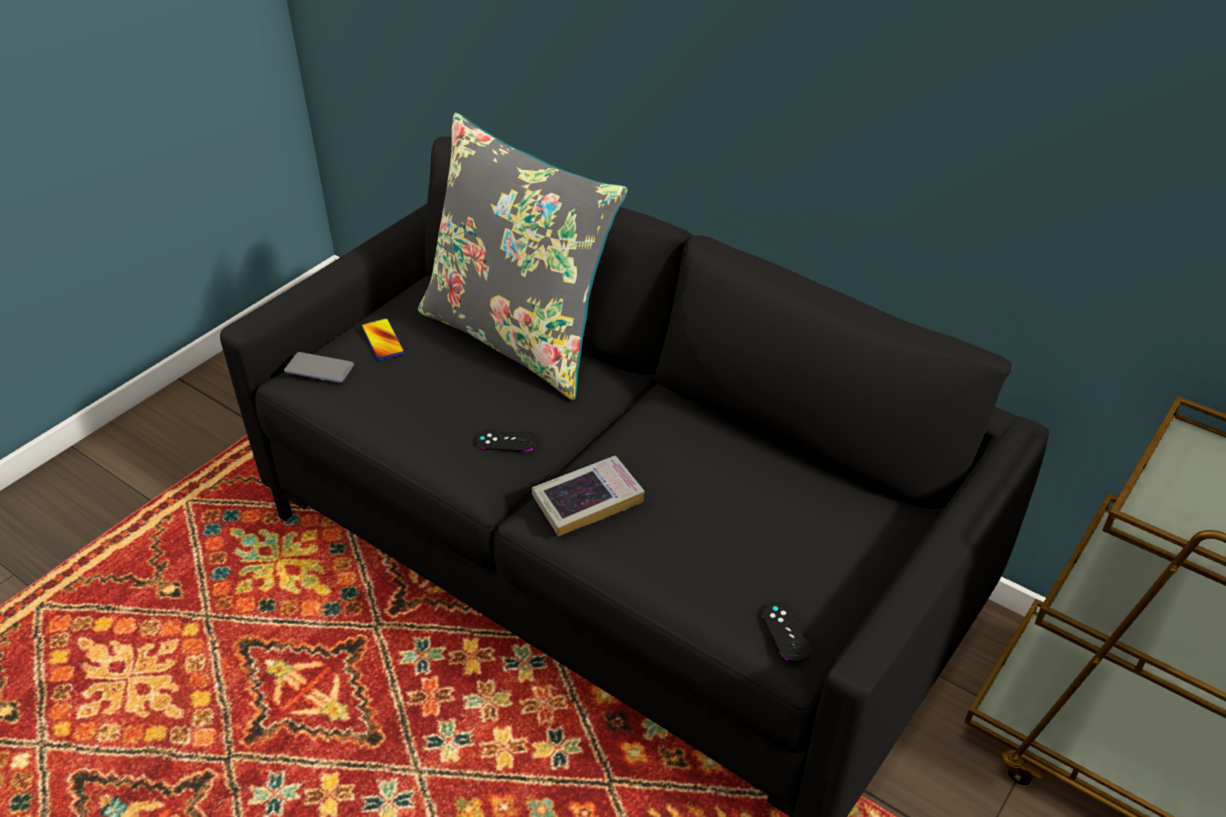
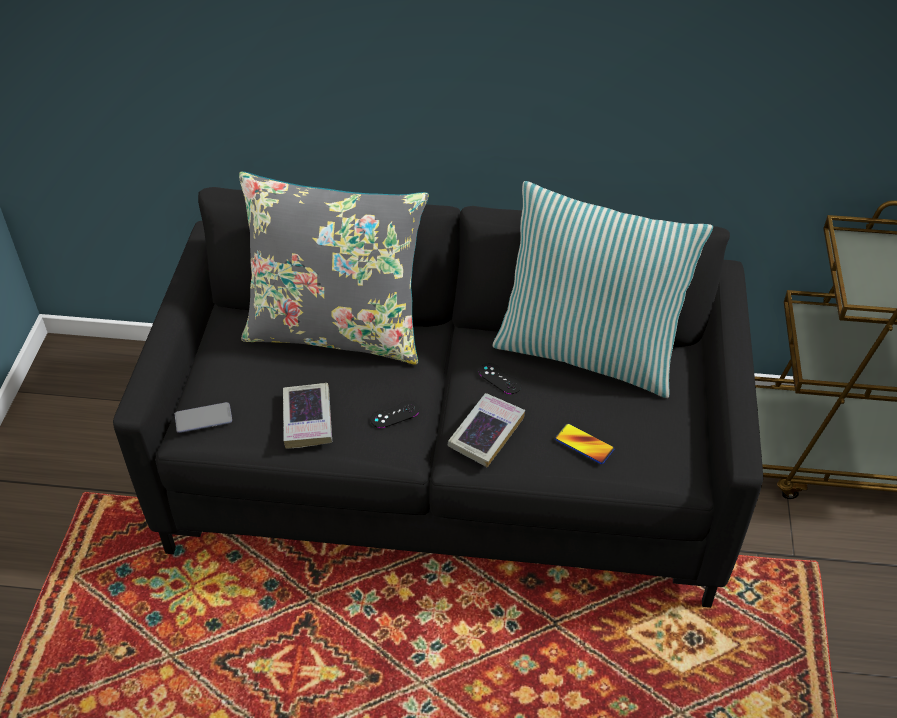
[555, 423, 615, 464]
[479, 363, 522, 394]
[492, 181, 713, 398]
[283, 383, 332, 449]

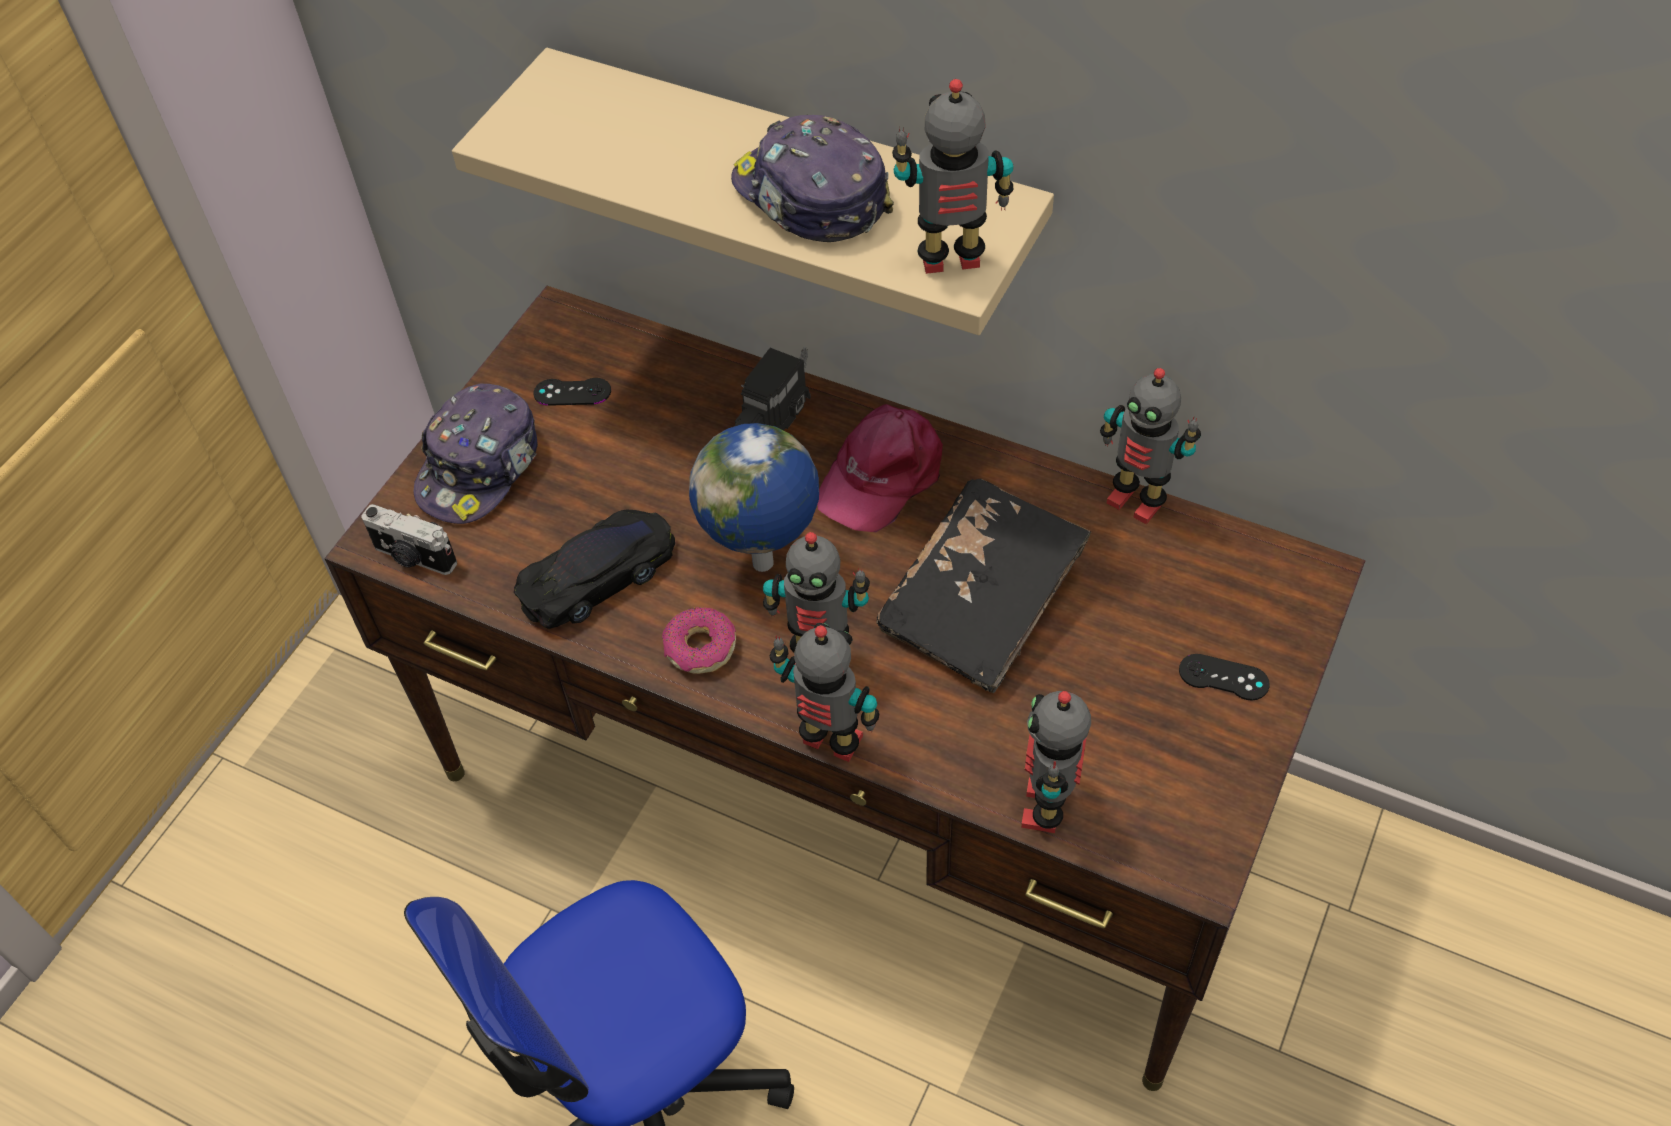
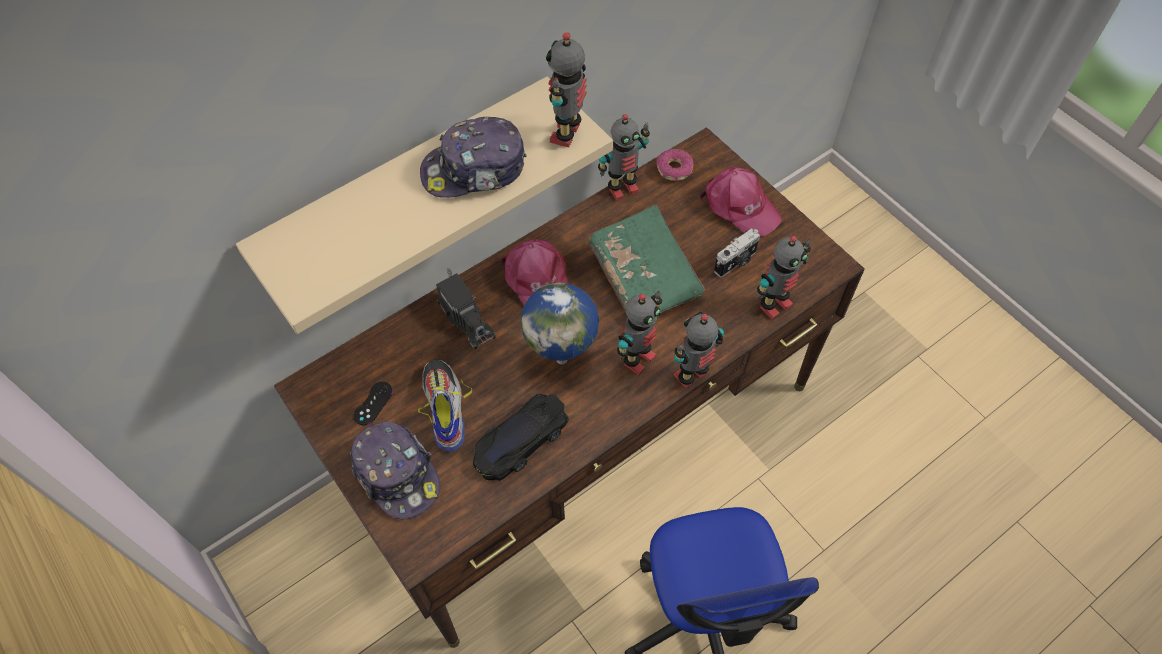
[588, 205, 705, 314]
[714, 228, 760, 277]
[473, 394, 569, 481]
[657, 149, 694, 181]
[700, 167, 782, 236]
[757, 236, 811, 319]
[418, 359, 472, 451]

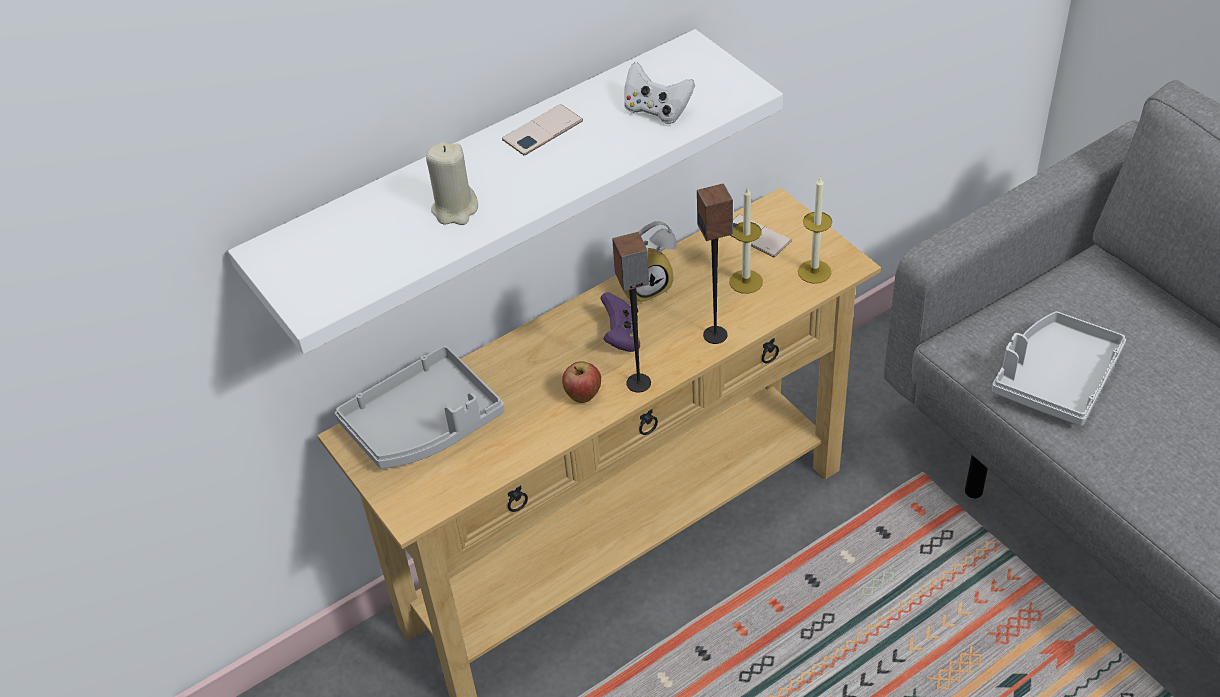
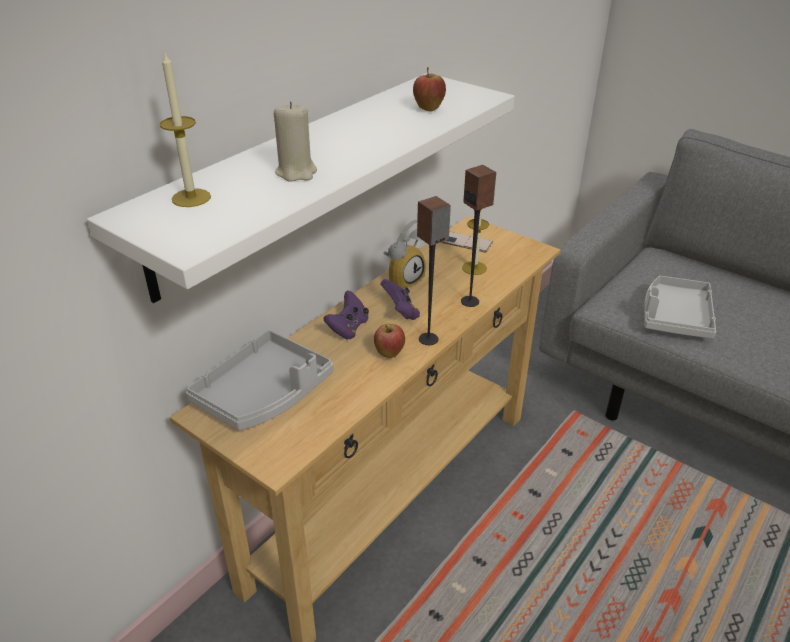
[413, 67, 446, 112]
[502, 104, 583, 155] (first image)
[160, 53, 211, 207]
[324, 291, 369, 340]

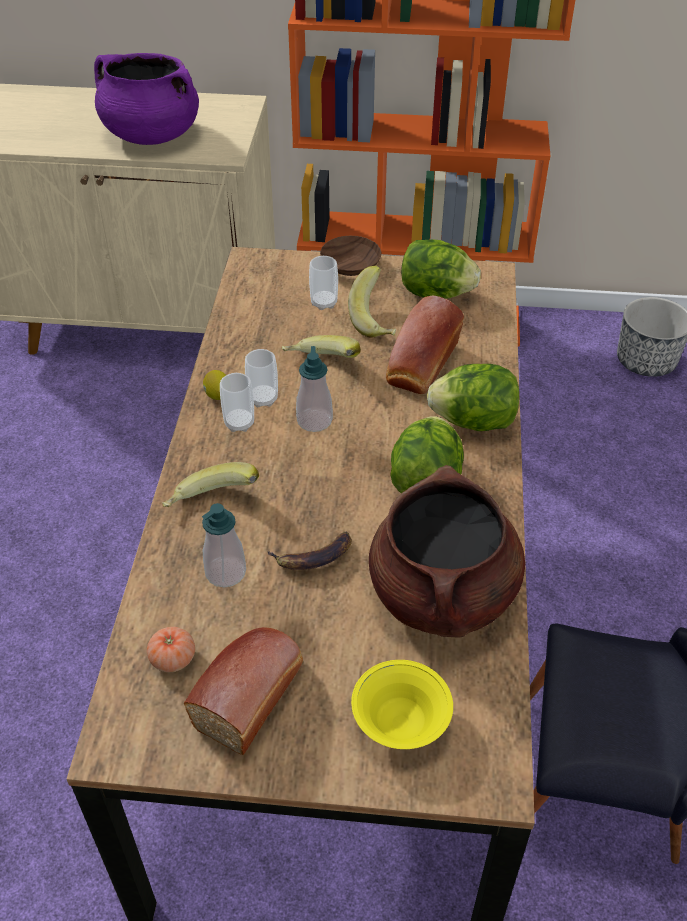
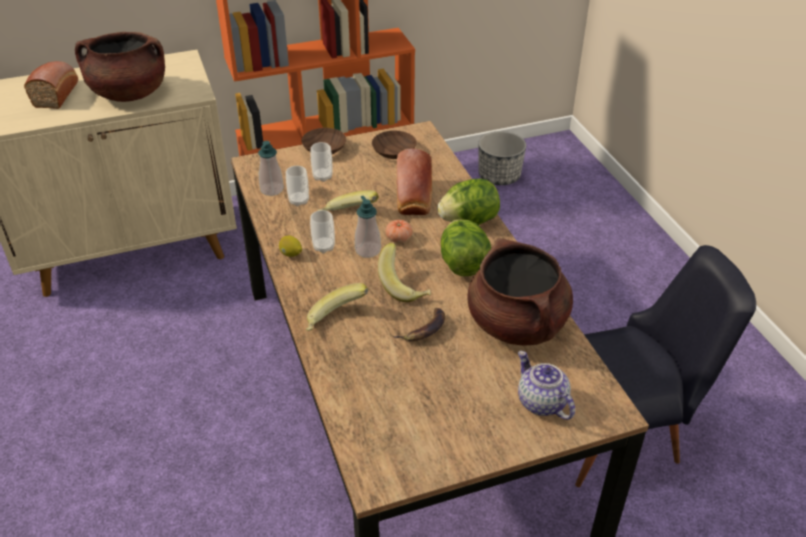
[75, 32, 165, 102]
[372, 131, 417, 159]
[378, 243, 431, 303]
[286, 166, 309, 207]
[258, 141, 284, 196]
[385, 220, 413, 243]
[24, 61, 78, 109]
[518, 351, 575, 420]

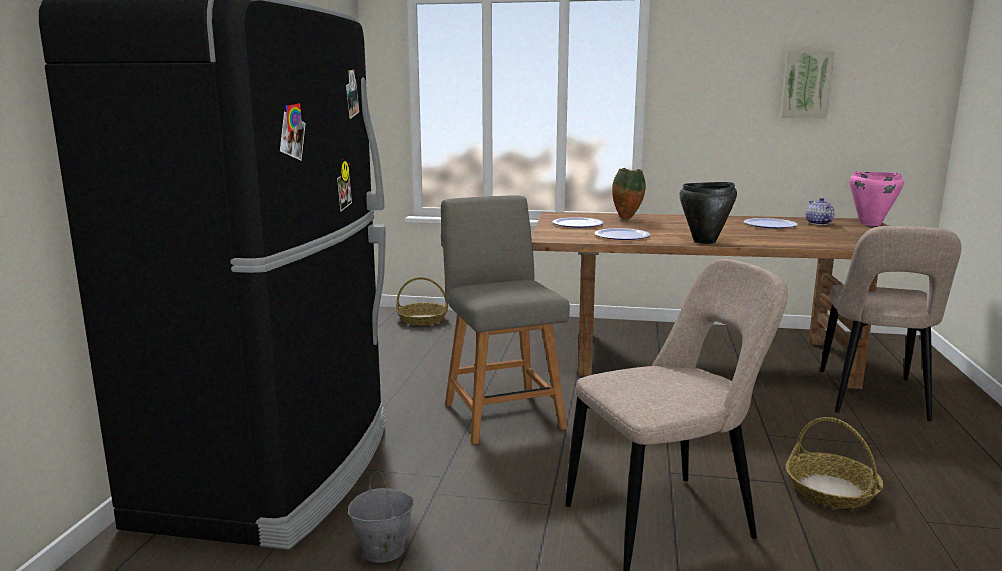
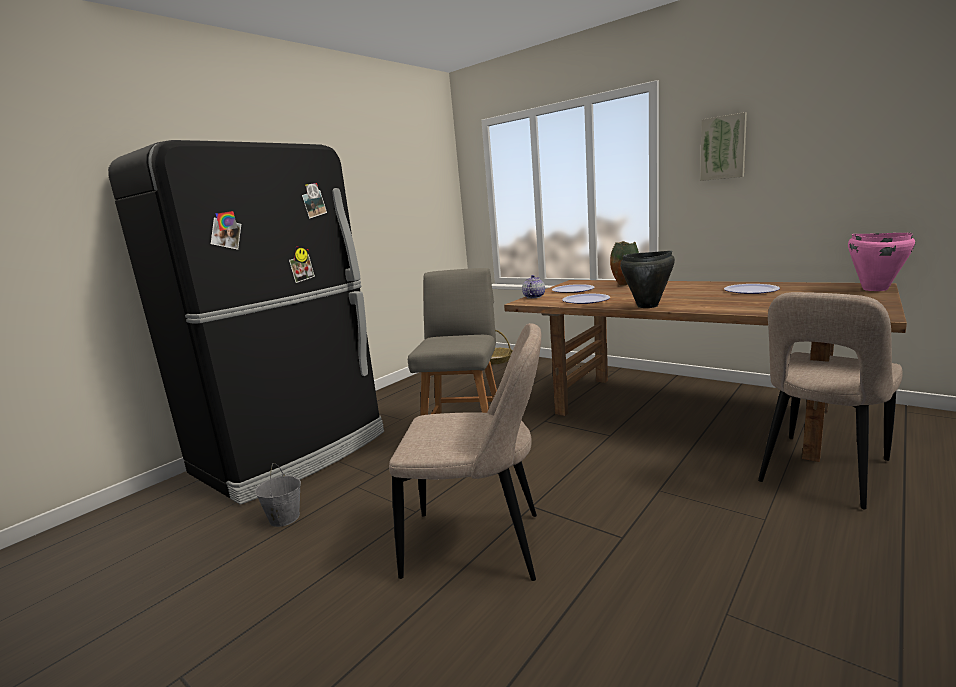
[700, 112, 747, 181]
[522, 275, 545, 298]
[786, 417, 883, 508] (first image)

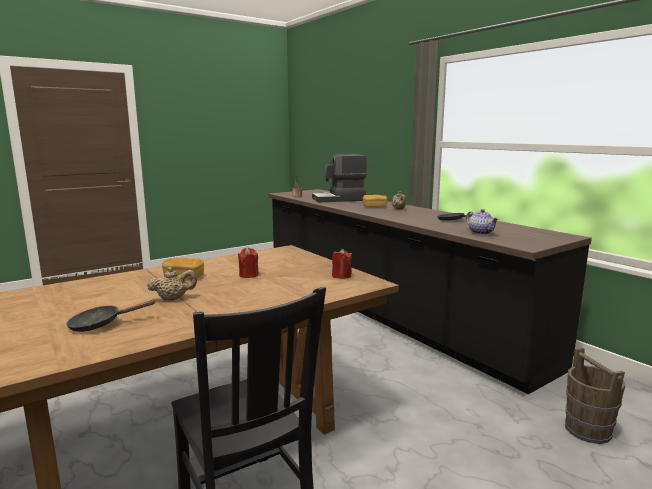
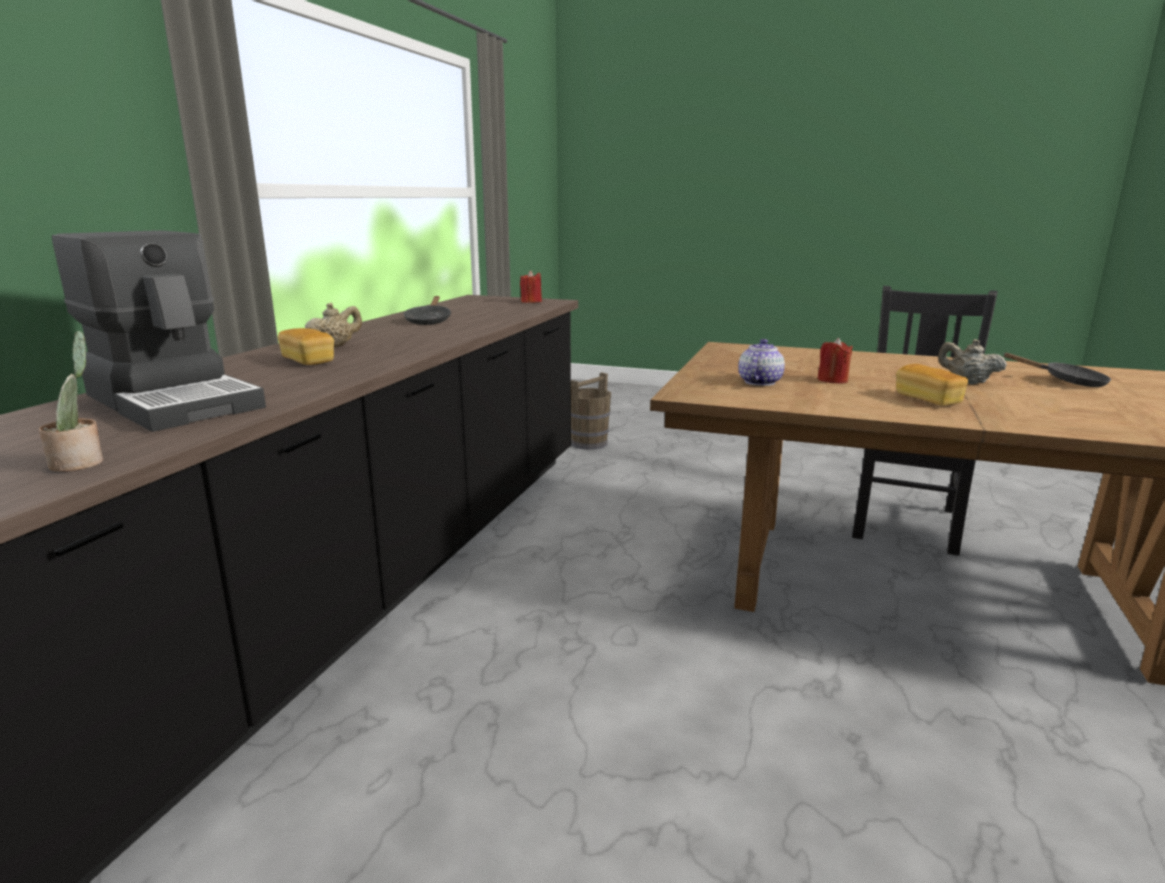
[738, 339, 785, 386]
[520, 271, 542, 303]

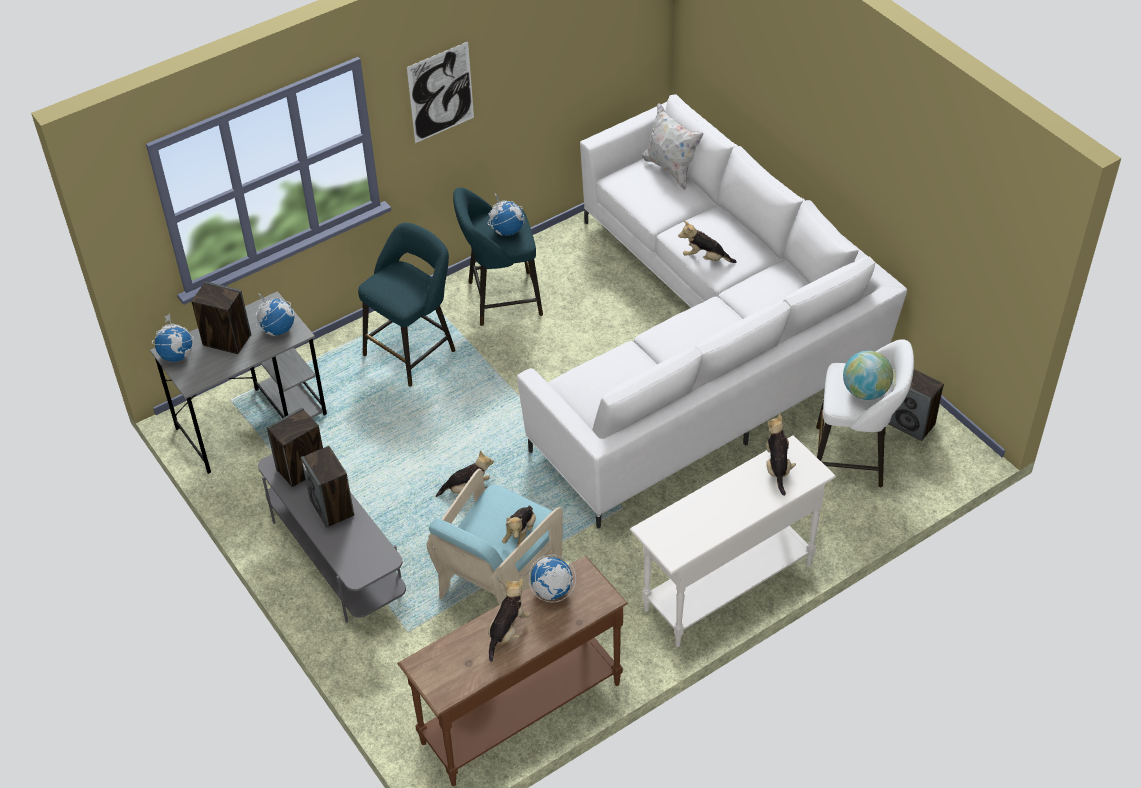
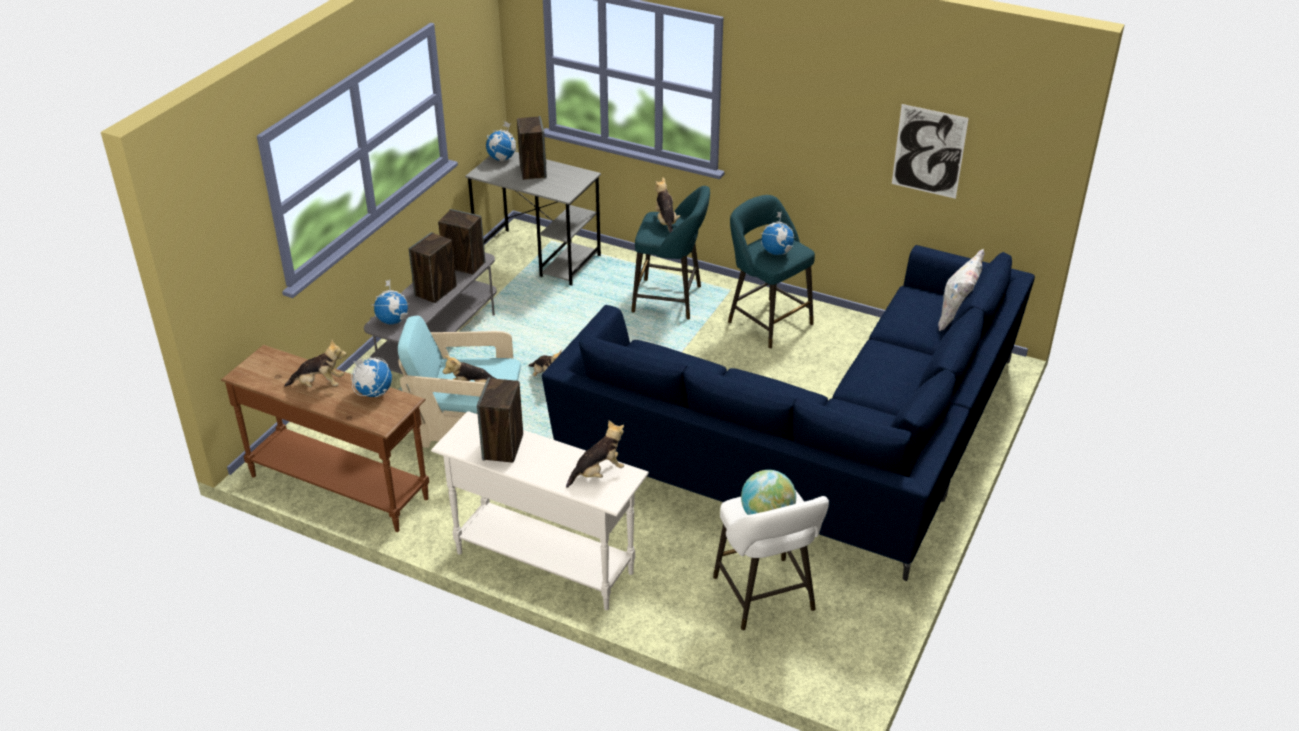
[892, 104, 969, 199]
[542, 245, 1035, 581]
[654, 177, 680, 233]
[372, 280, 410, 324]
[477, 377, 523, 463]

